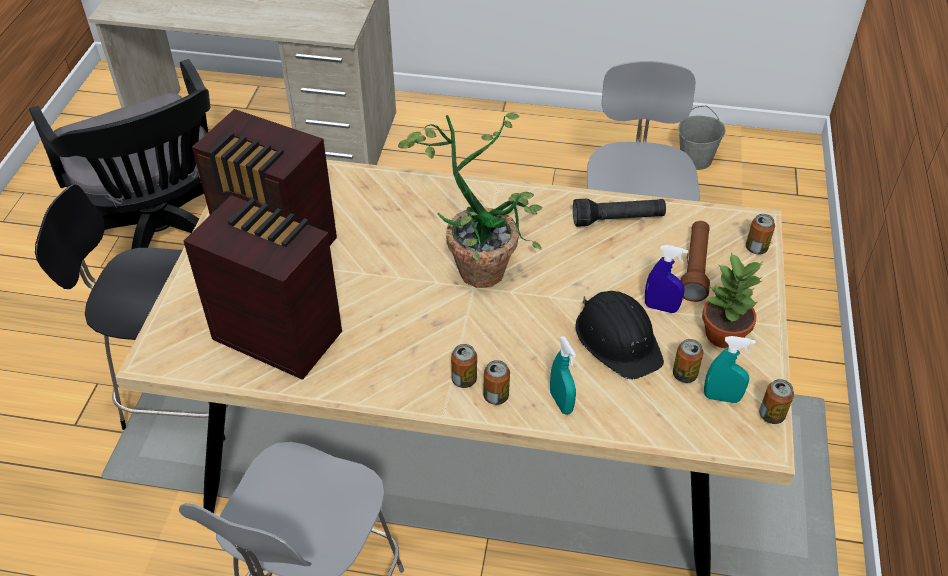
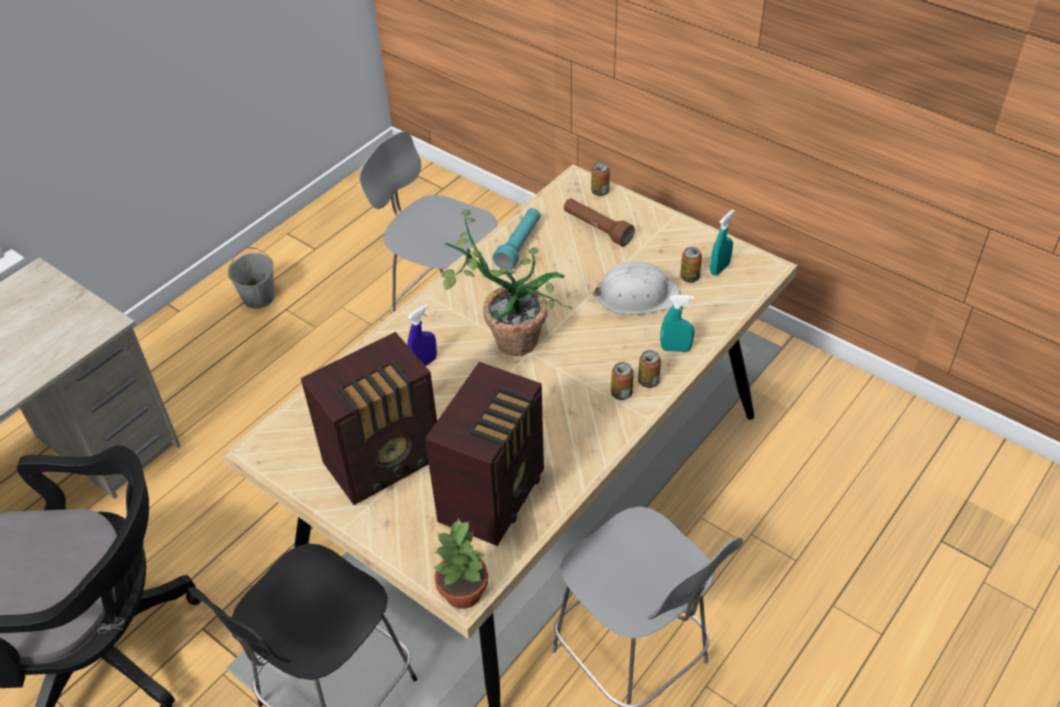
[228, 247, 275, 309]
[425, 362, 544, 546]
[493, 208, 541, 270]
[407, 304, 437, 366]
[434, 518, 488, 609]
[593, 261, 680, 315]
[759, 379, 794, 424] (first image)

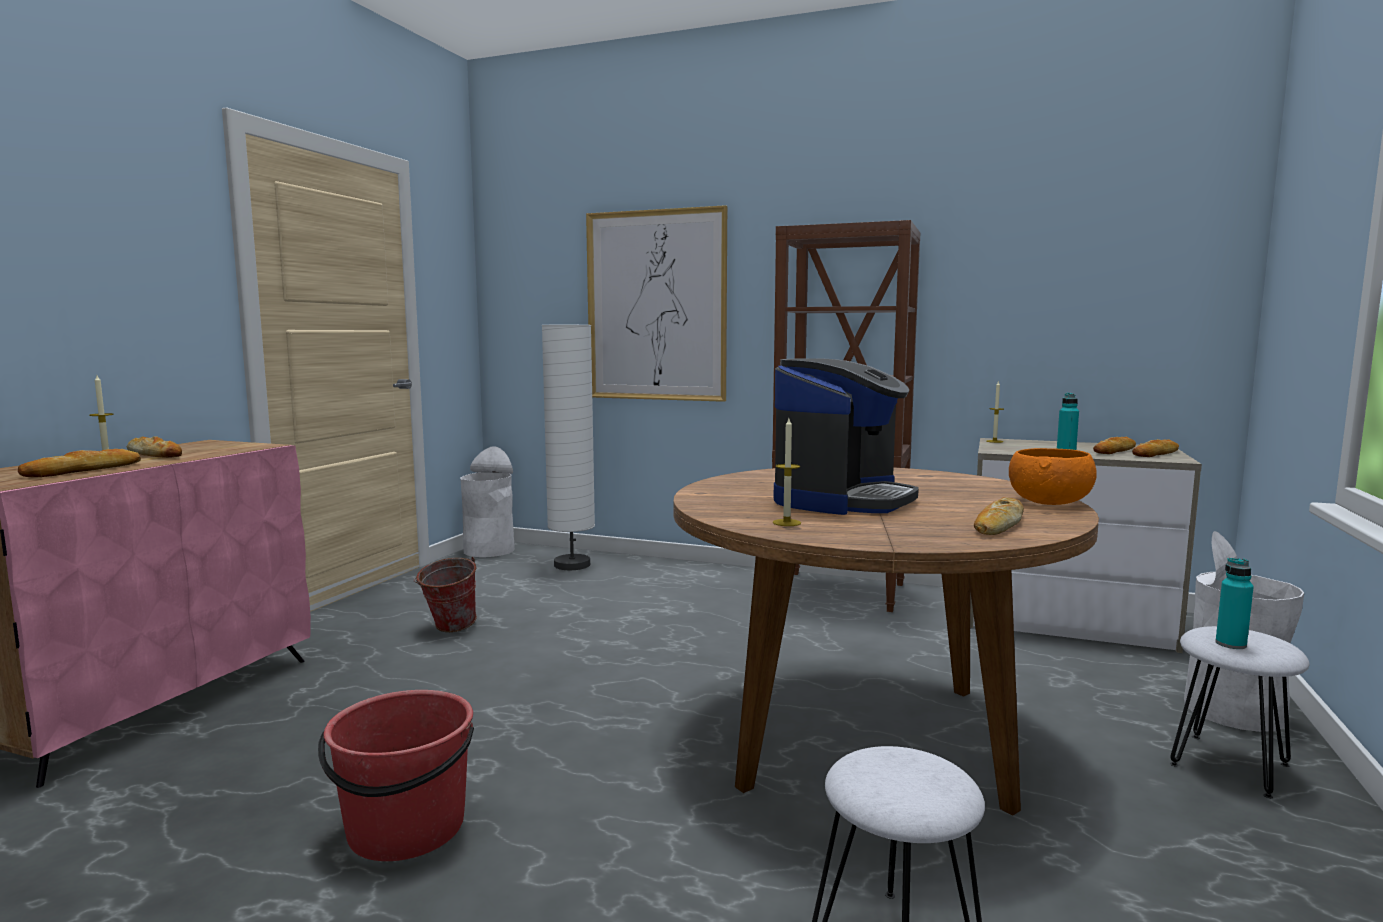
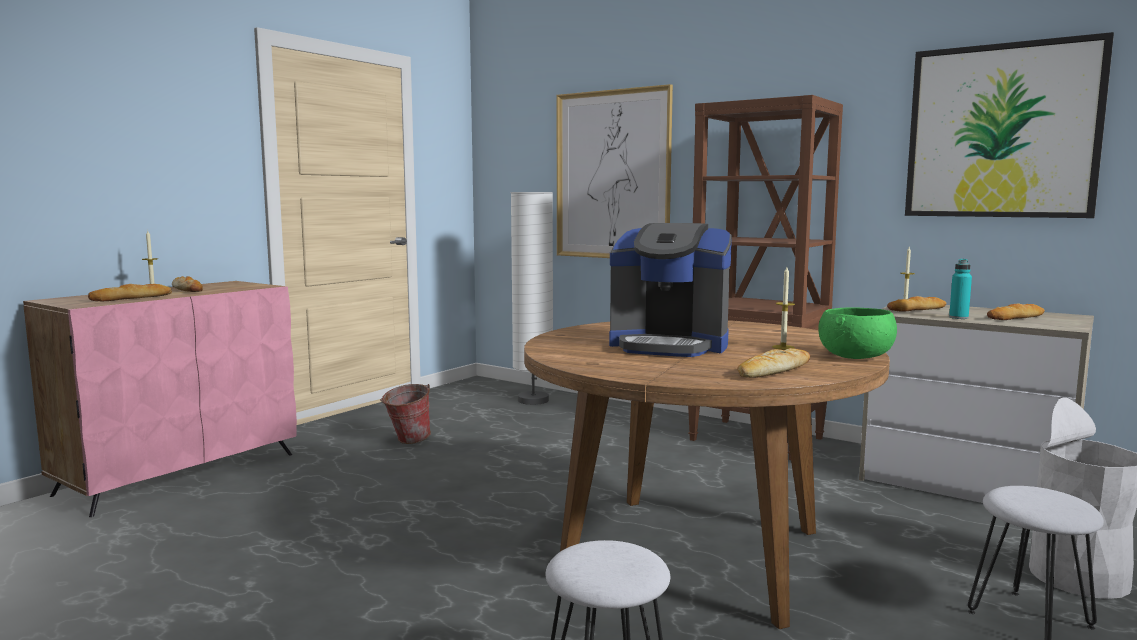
[609, 223, 732, 357]
[772, 267, 795, 350]
[887, 296, 947, 312]
[460, 446, 515, 557] (first image)
[818, 307, 897, 359]
[1215, 558, 1254, 649] (first image)
[318, 690, 474, 861] (first image)
[905, 32, 1114, 218]

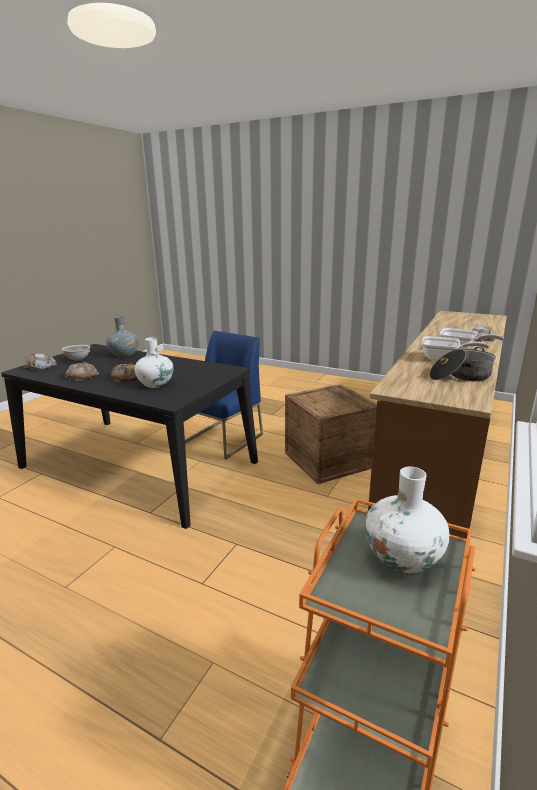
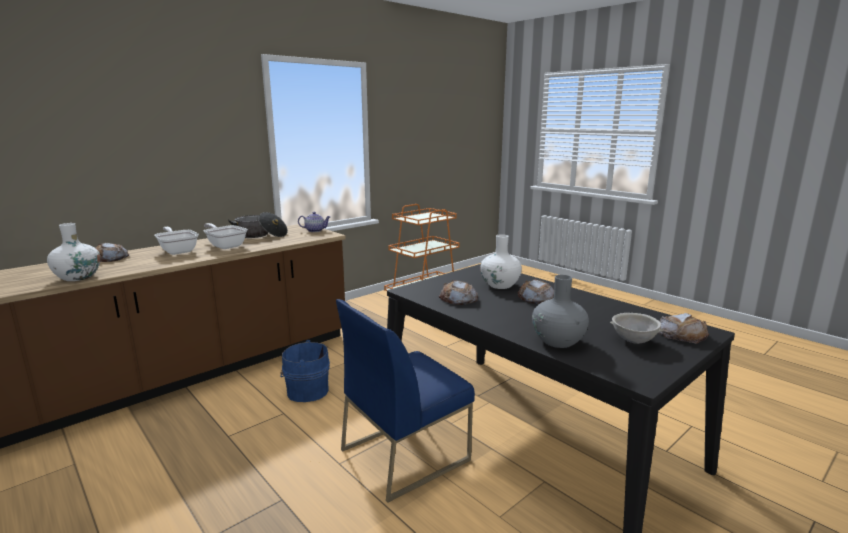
[439, 280, 478, 305]
[280, 340, 330, 402]
[47, 223, 100, 281]
[298, 212, 331, 232]

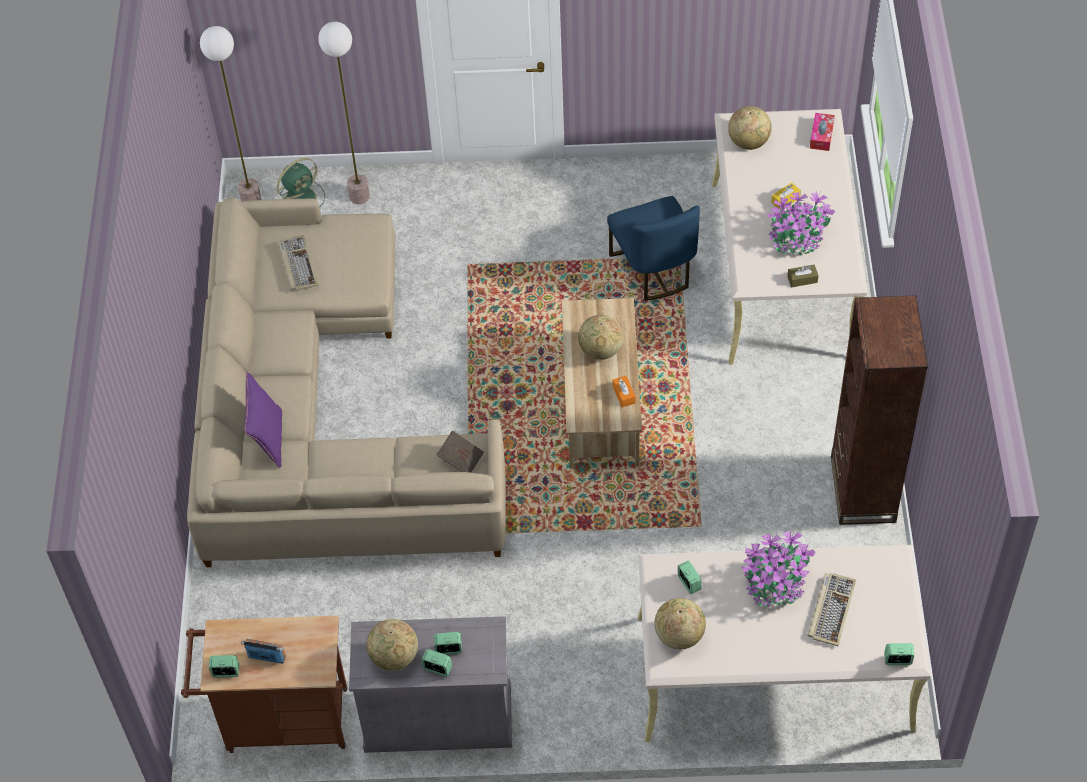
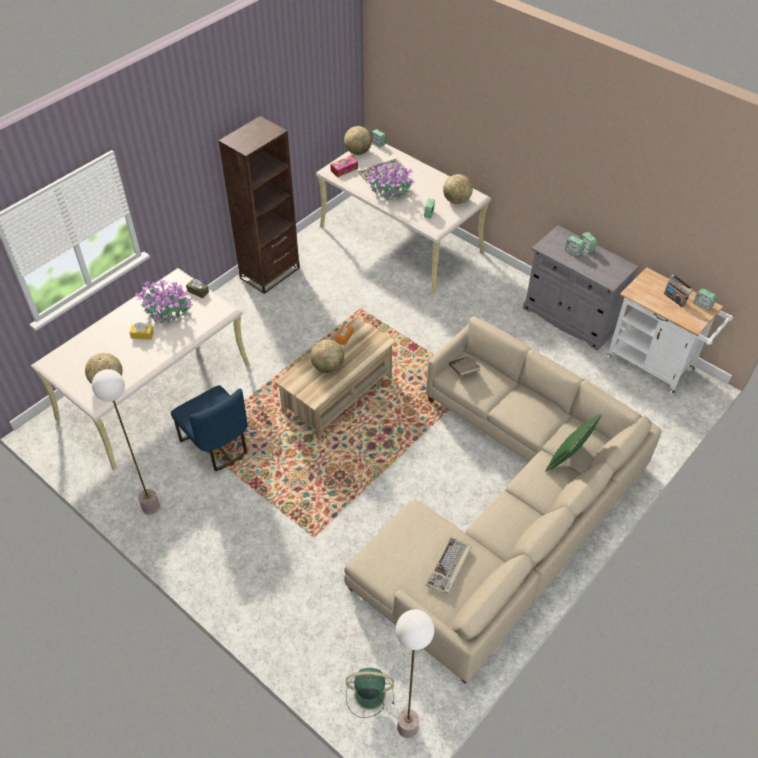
[92, 369, 160, 514]
[330, 156, 358, 177]
[171, 385, 248, 471]
[545, 414, 602, 472]
[607, 267, 733, 394]
[344, 126, 372, 155]

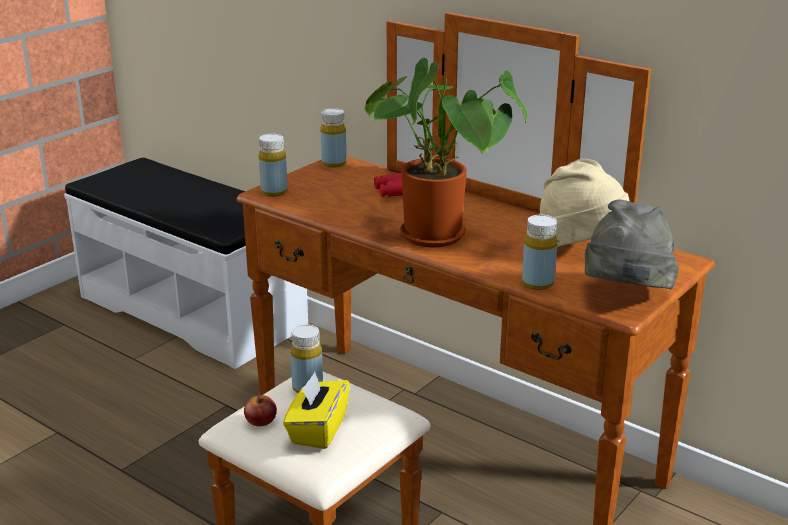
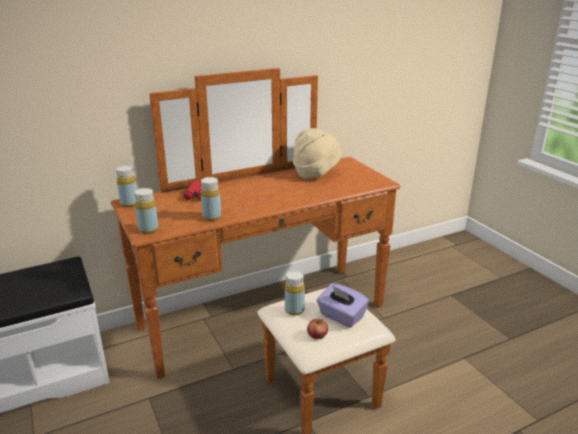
[365, 58, 528, 247] (first image)
[585, 199, 679, 289] (first image)
[201, 177, 221, 221]
[317, 283, 369, 328]

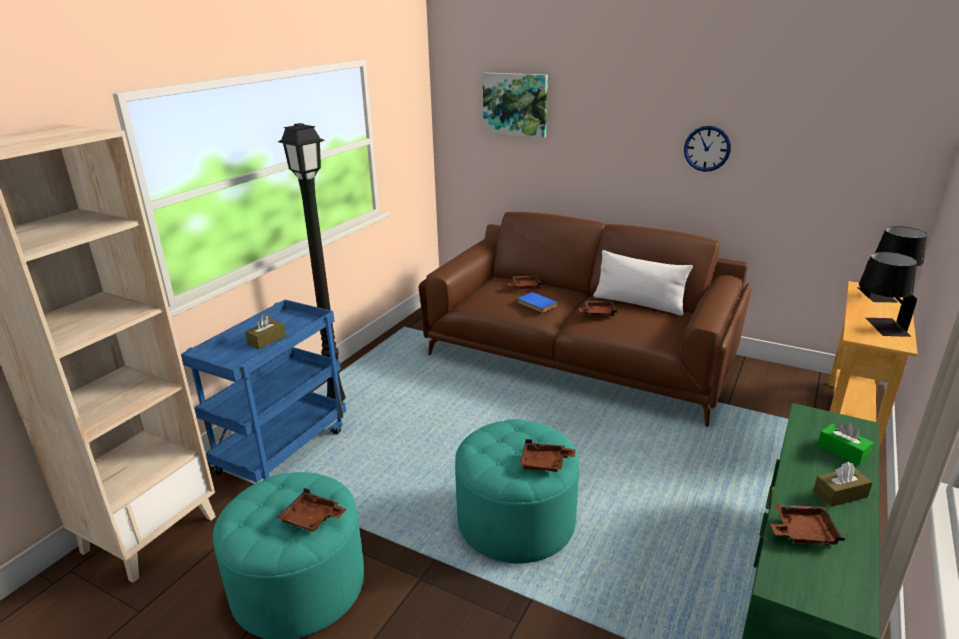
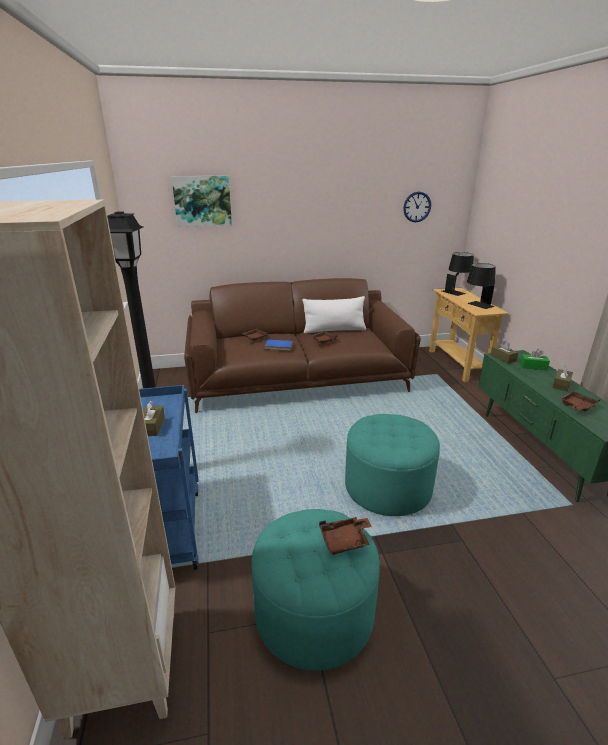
[403, 192, 431, 222]
[520, 439, 576, 472] (first image)
[490, 341, 518, 364]

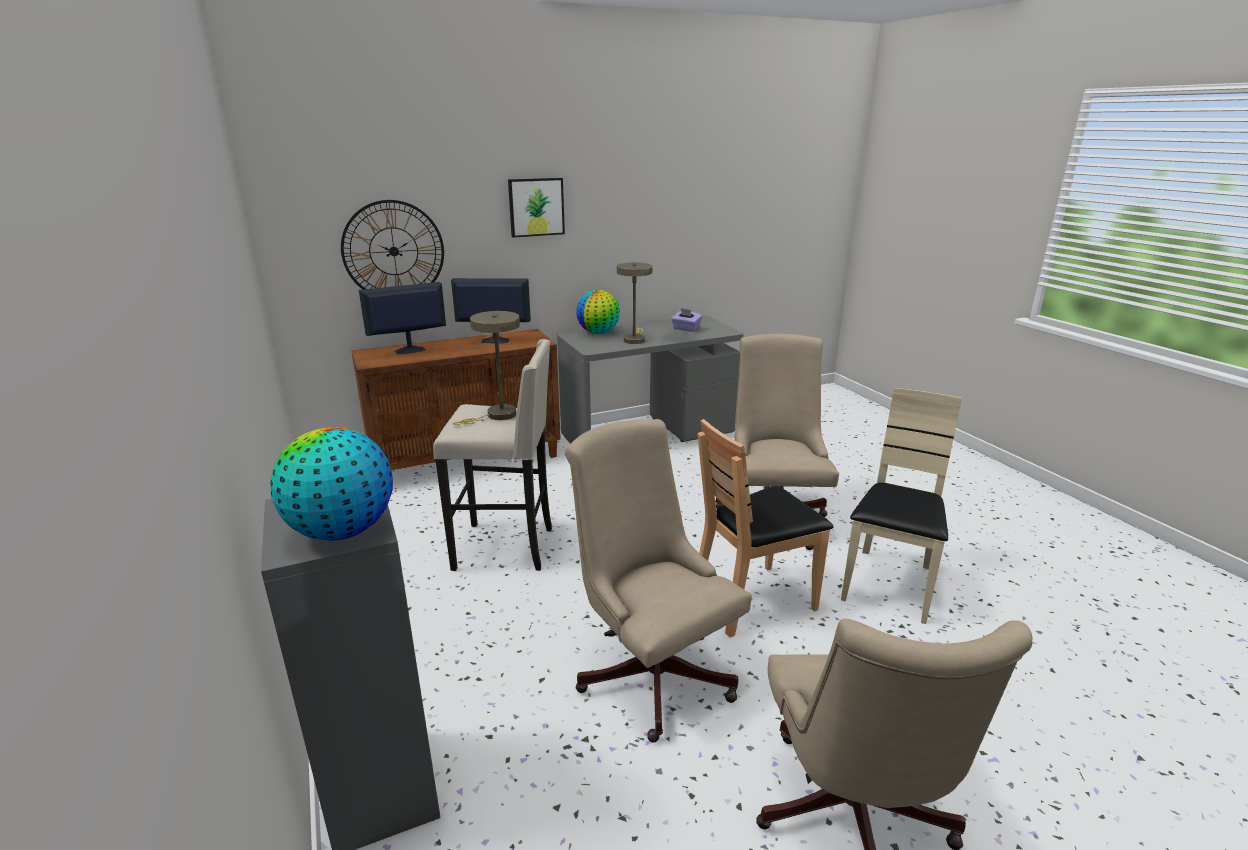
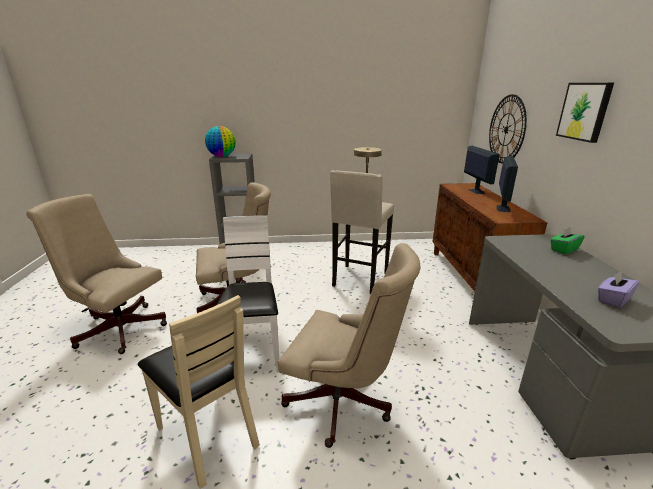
[617, 262, 652, 344] (first image)
[550, 227, 585, 254]
[216, 216, 279, 371]

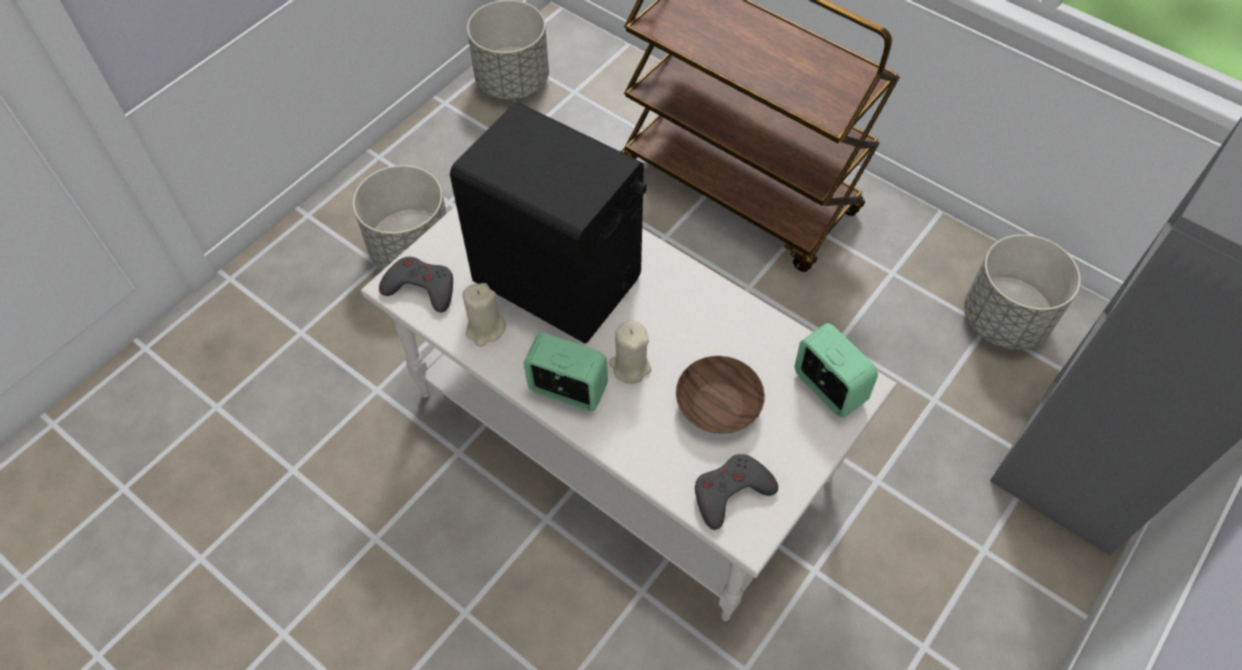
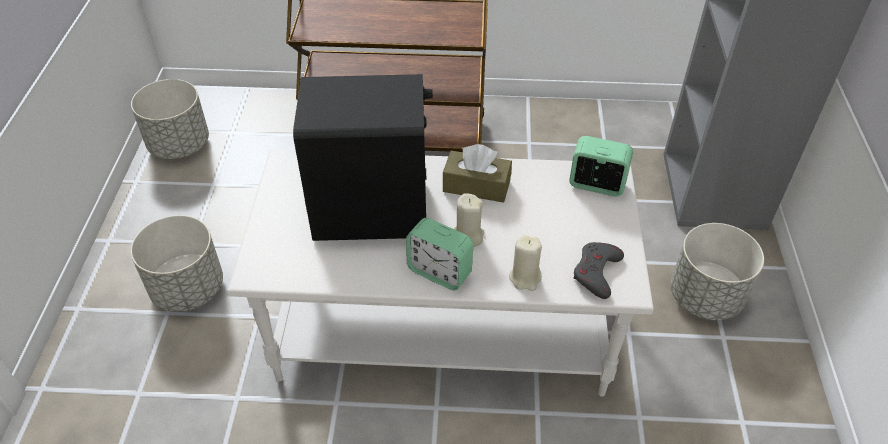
[671, 223, 764, 320]
[379, 257, 453, 313] (first image)
[509, 235, 542, 291]
[406, 218, 474, 290]
[676, 356, 765, 434] (first image)
[443, 144, 512, 203]

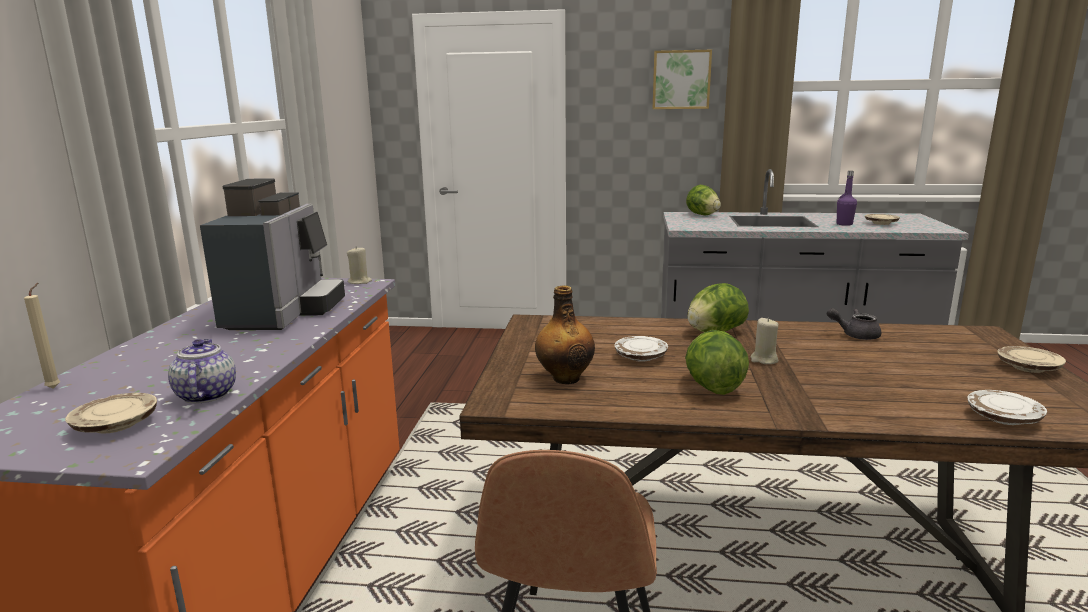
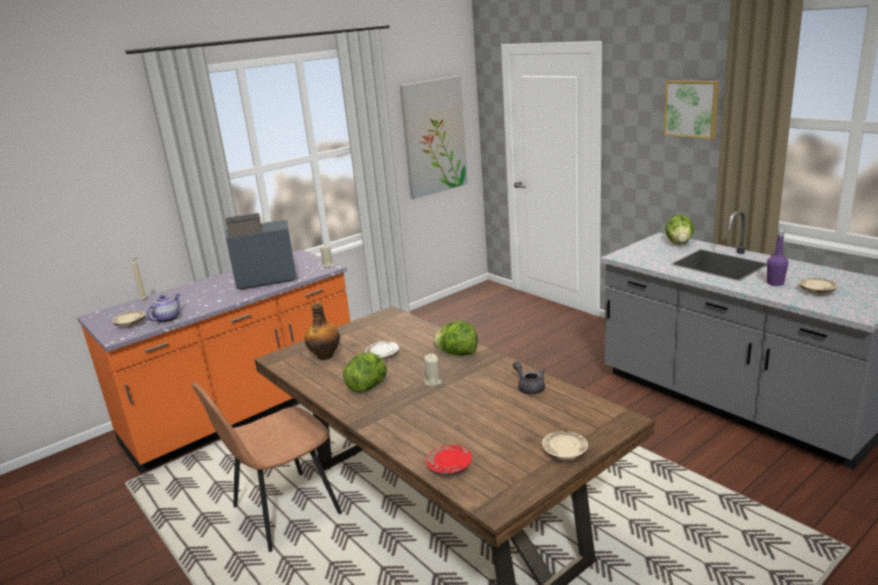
[225, 213, 297, 290]
[426, 445, 472, 476]
[399, 76, 468, 199]

